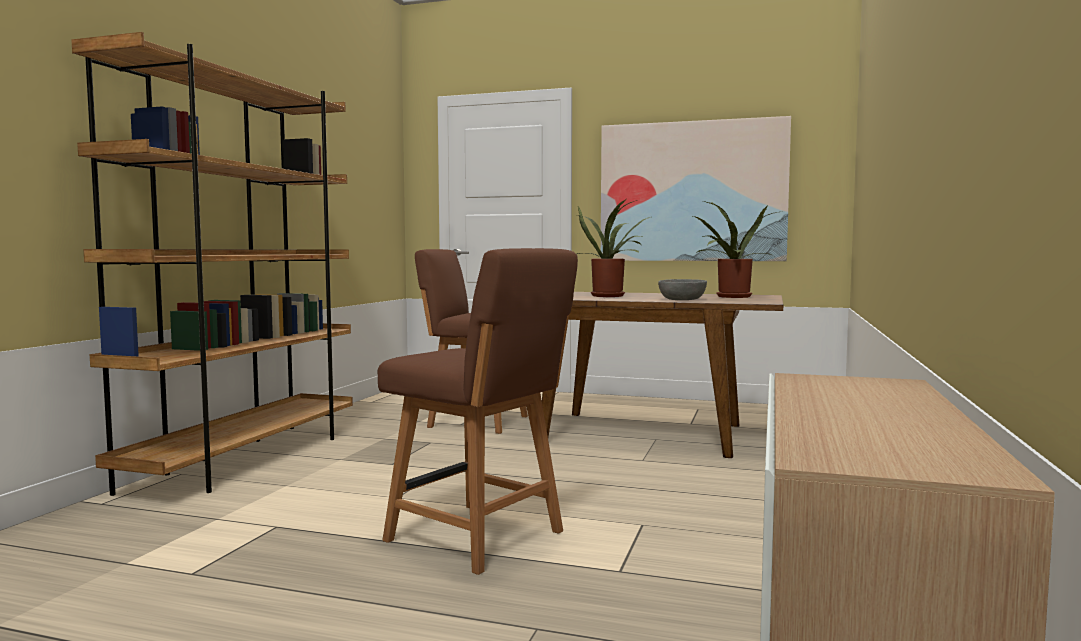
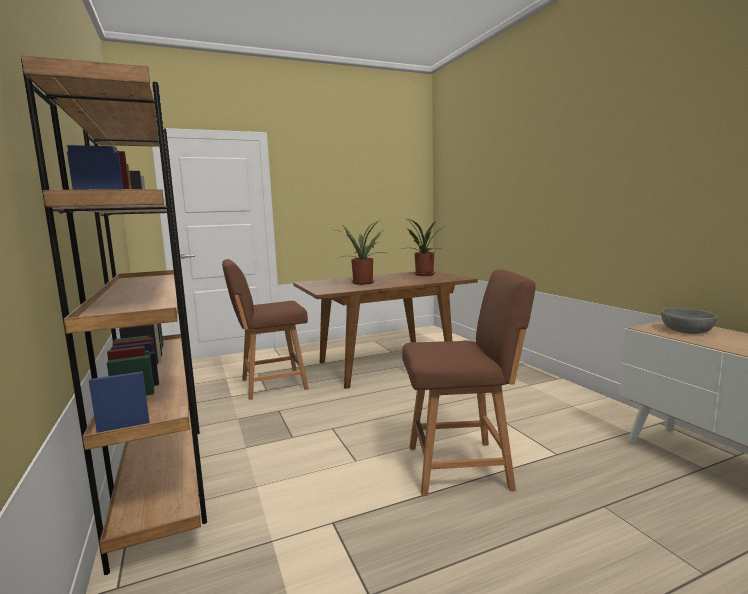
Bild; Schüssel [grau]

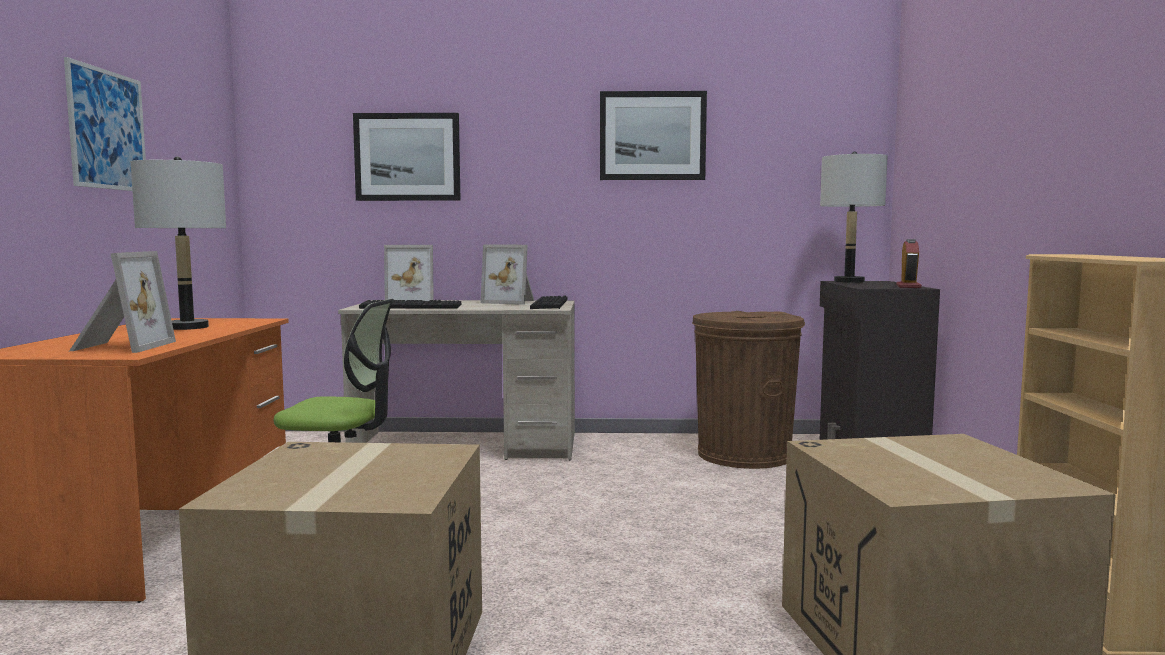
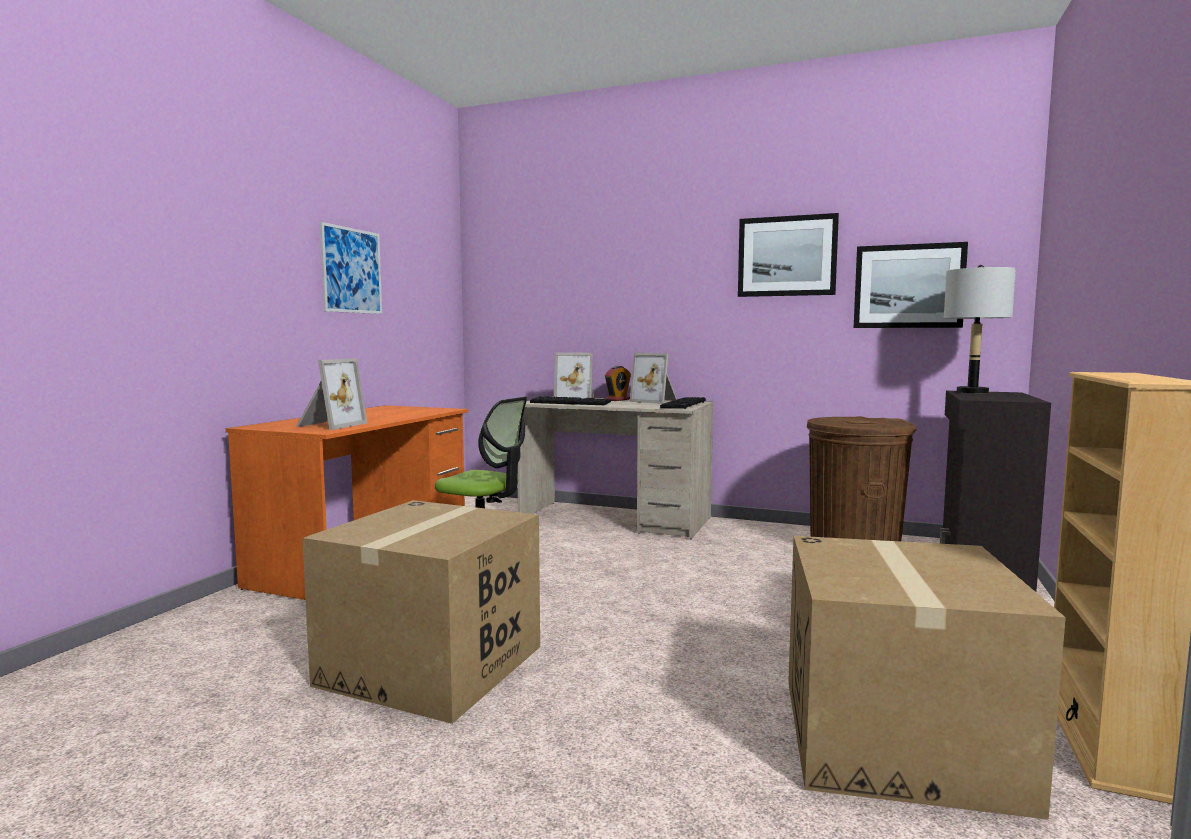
Bild (no. 3 from left); Tischlampe [grau] (no. 1 from left in the first image); Wecker

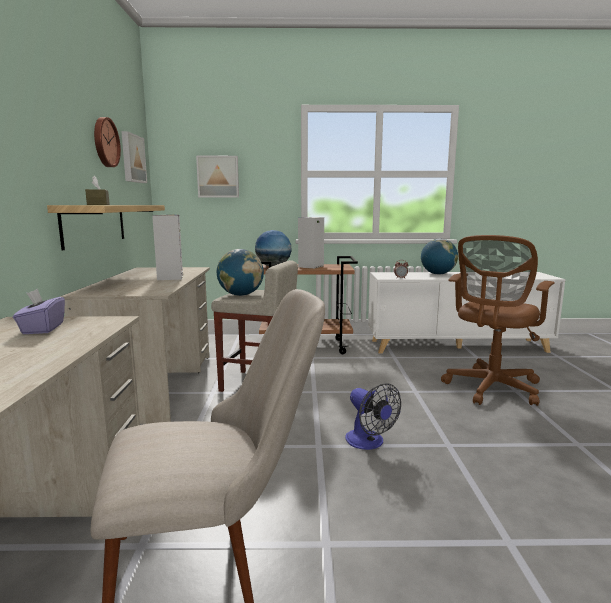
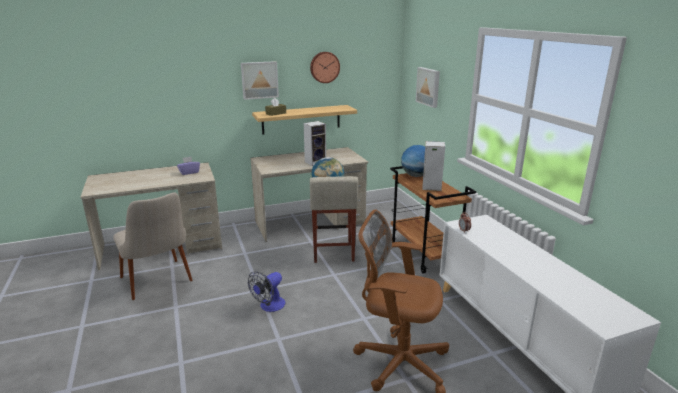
Bild (no. 1 from left); Globus (no. 3 from left in the first image)

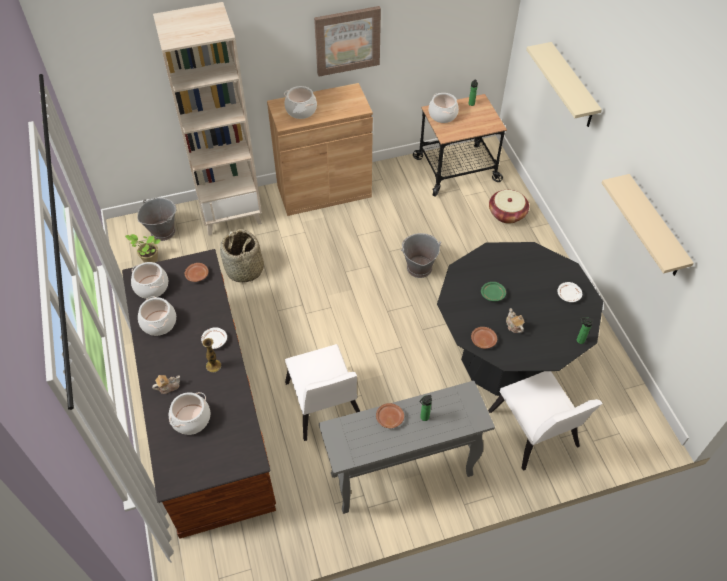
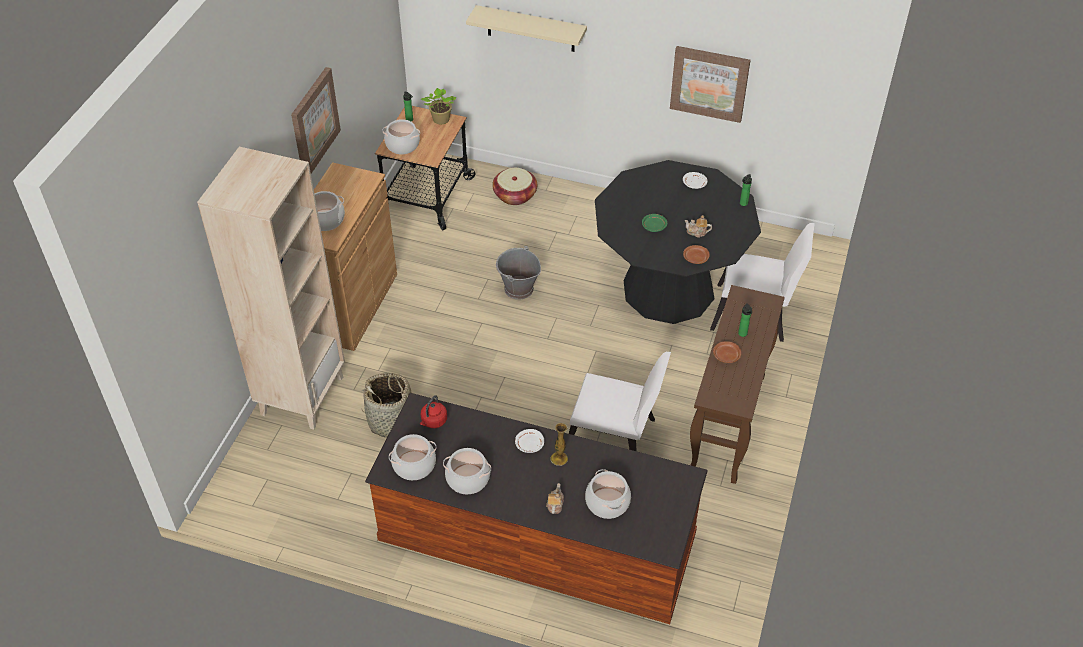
Bild (no. 2 from left); Eimer [grau] (no. 1 from left in the first image); Topfpflanze; Wasserkessel [rot]; Konsolentisch [braun]

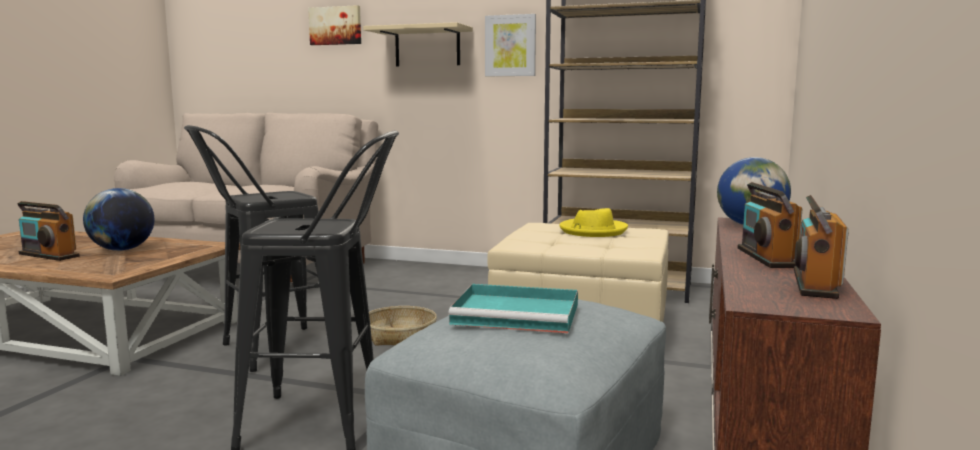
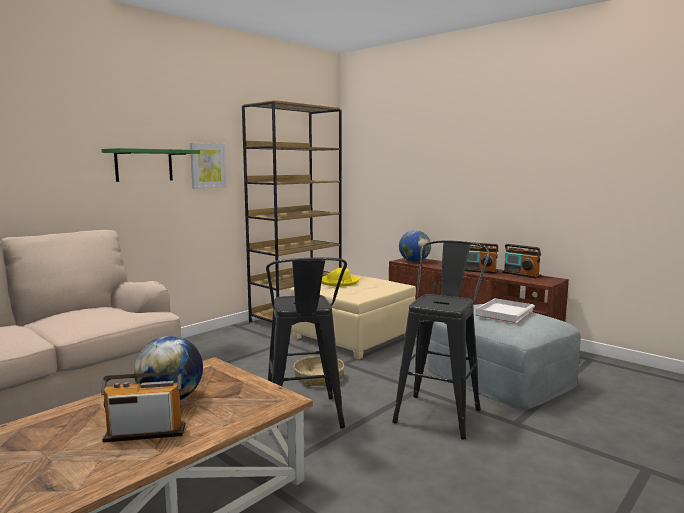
Bild (no. 1 from left in the first image); Wandregal [grün]; Radio (no. 1 from left); Tablett [weiß]

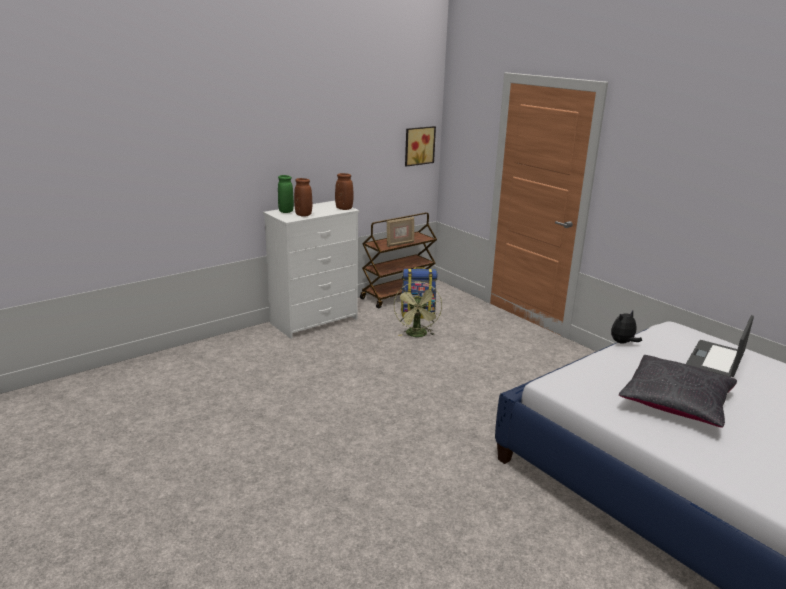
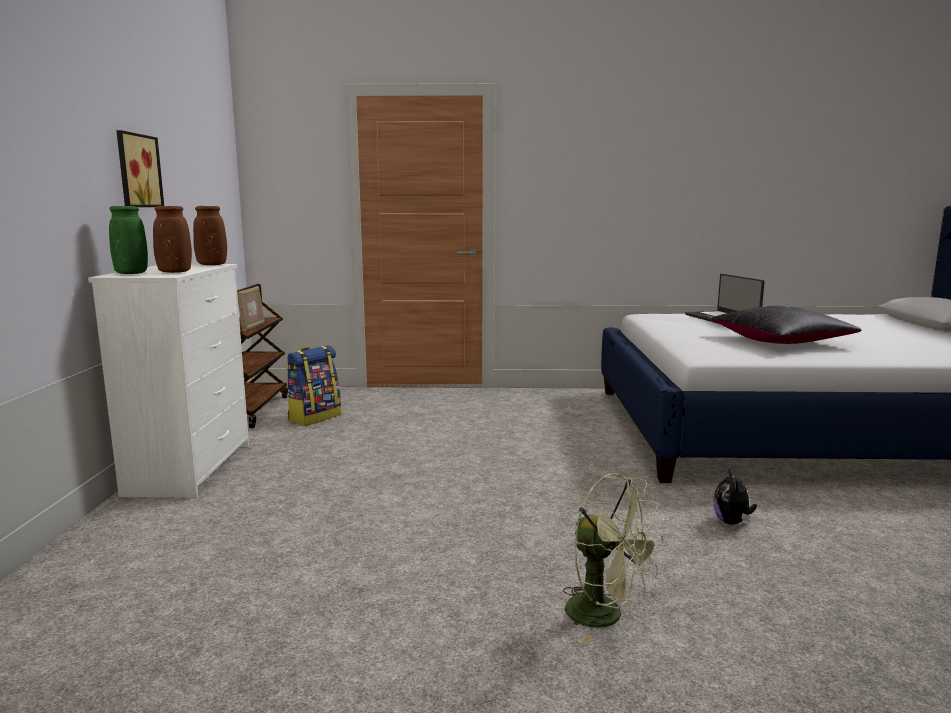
Bild; Ventilator [grün]; Plüschtier

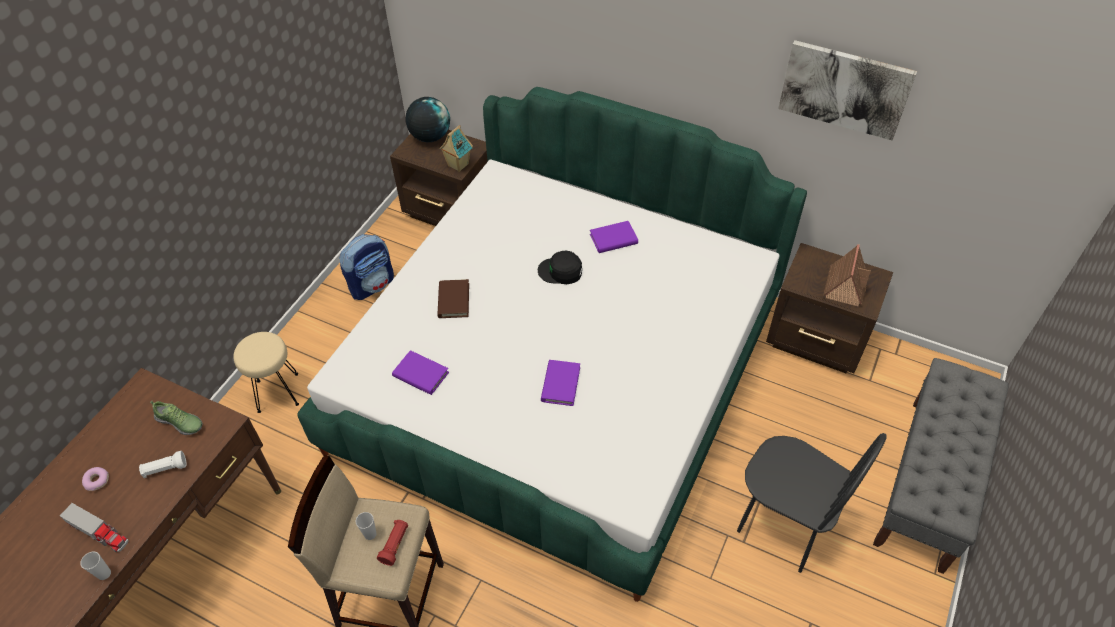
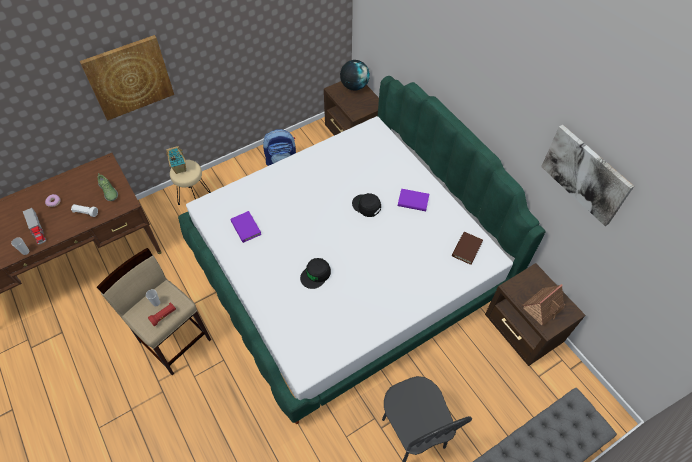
Spielzeughaus (no. 1 from left); Buch [braun]; Kappe [schwarz] (no. 1 from left); Bild (no. 1 from left)

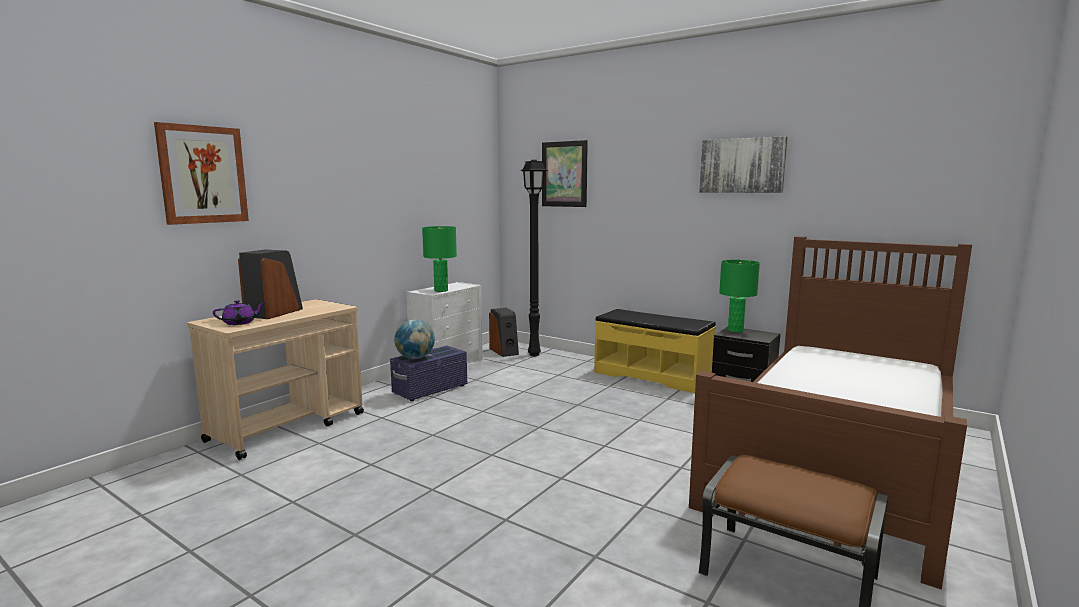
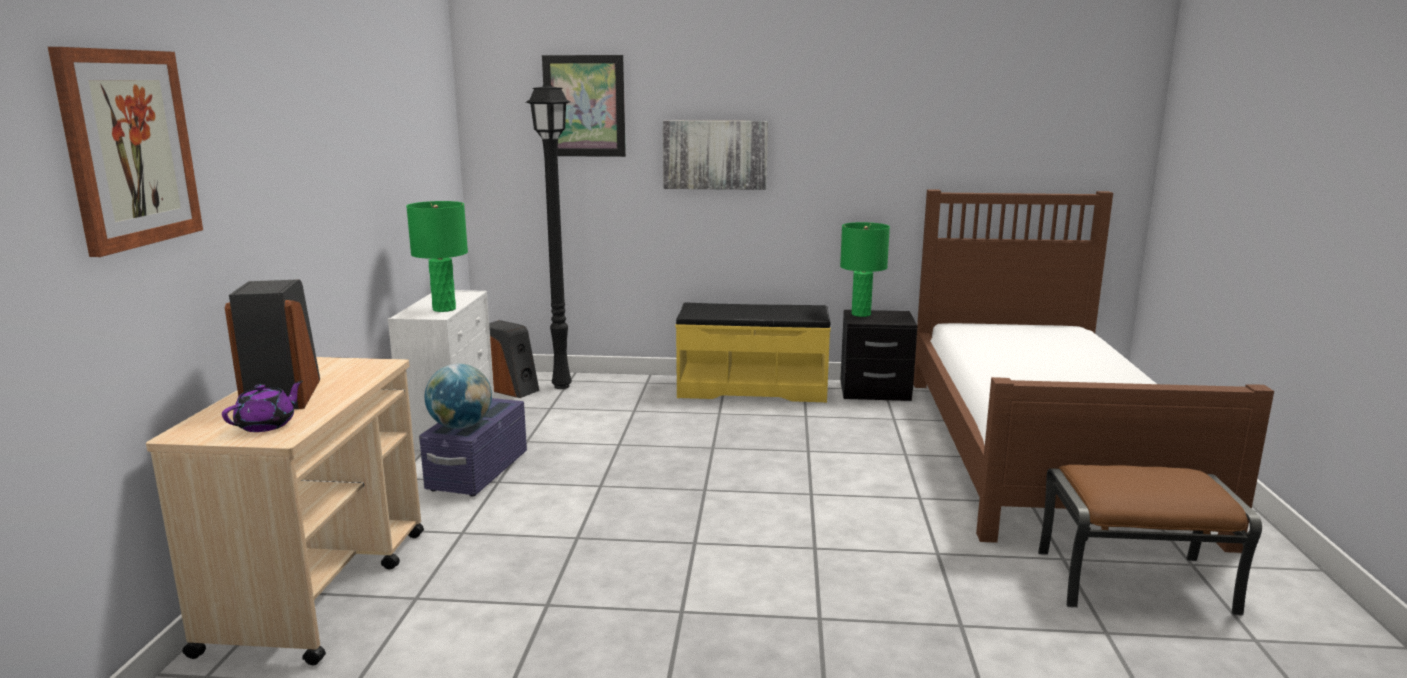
Bild (no. 3 from left)

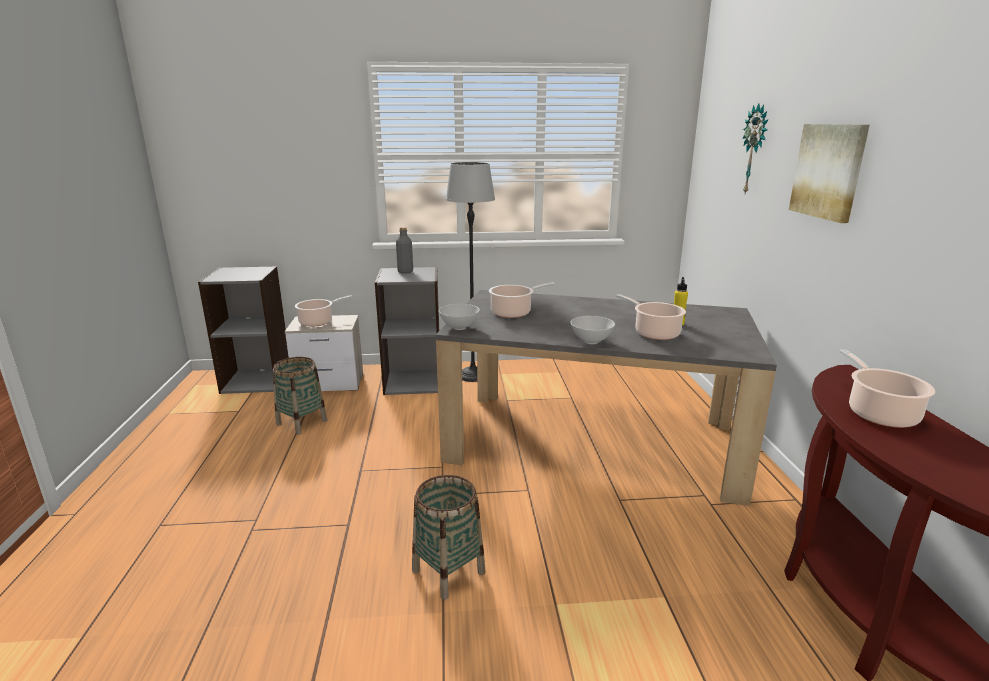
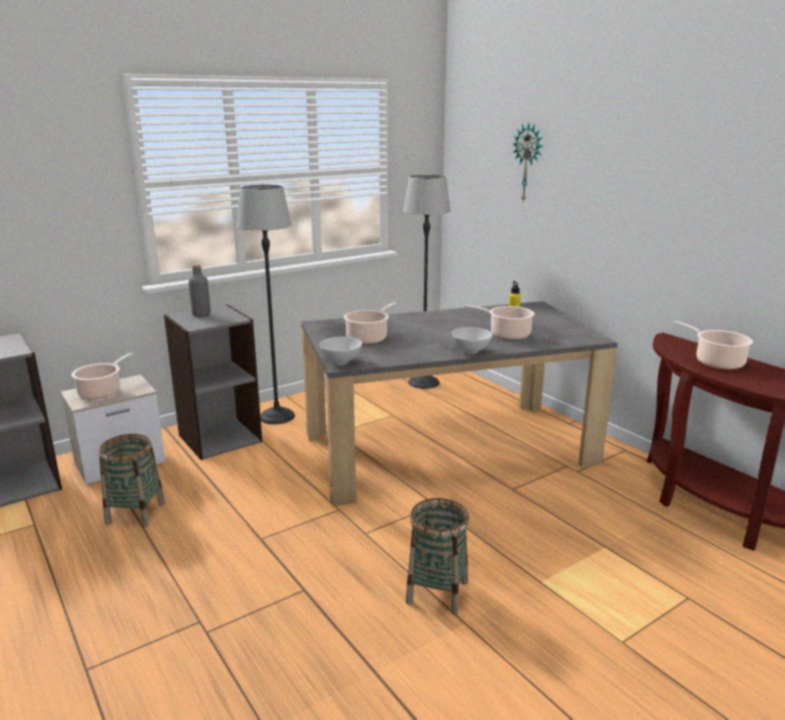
Bild; Stehlampe (no. 2 from left)

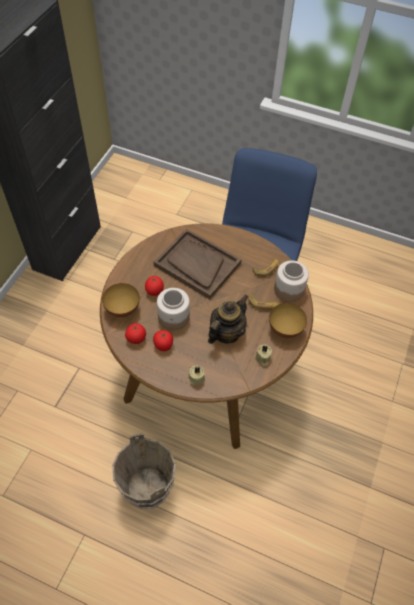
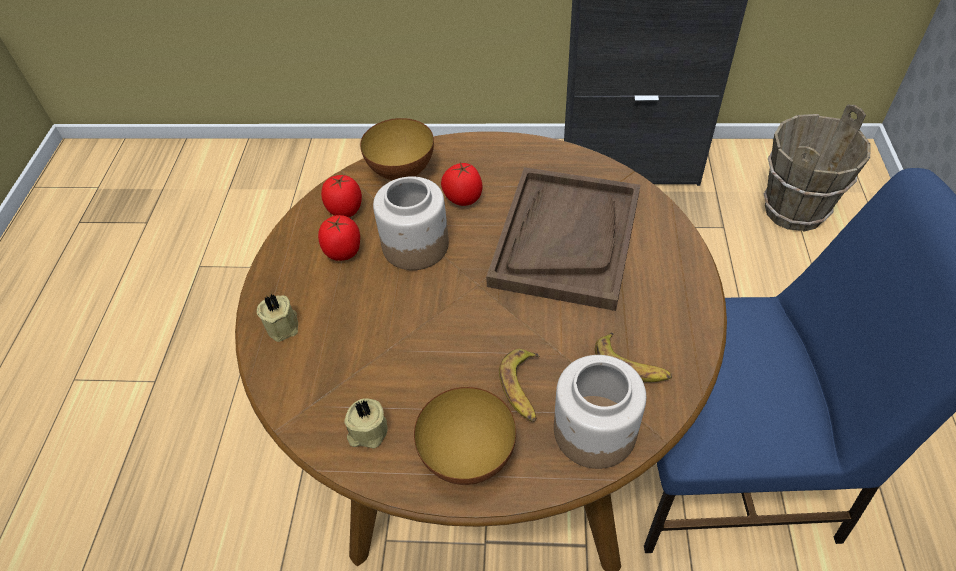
Teekanne; Eimer [braun]

